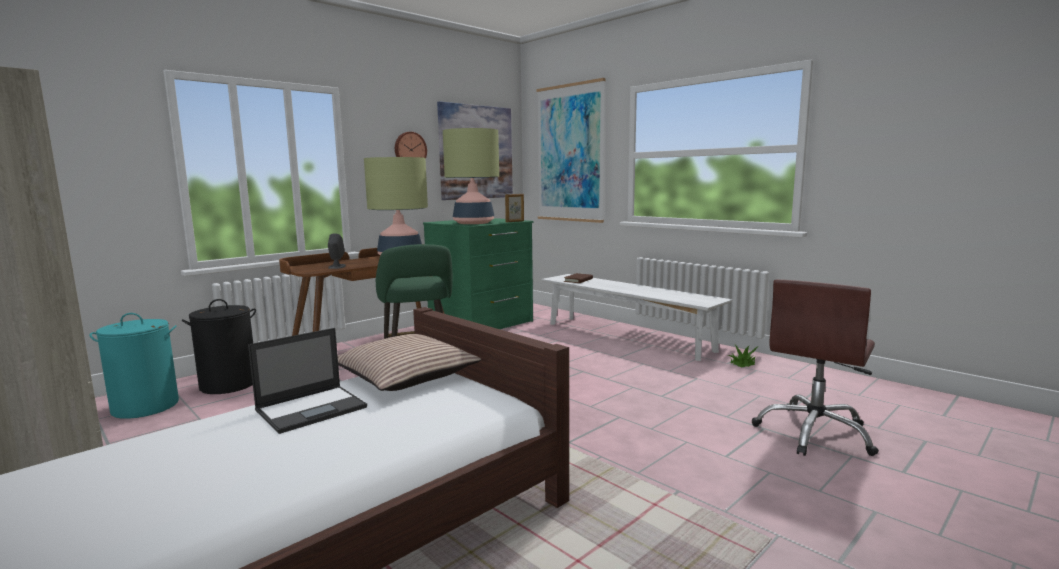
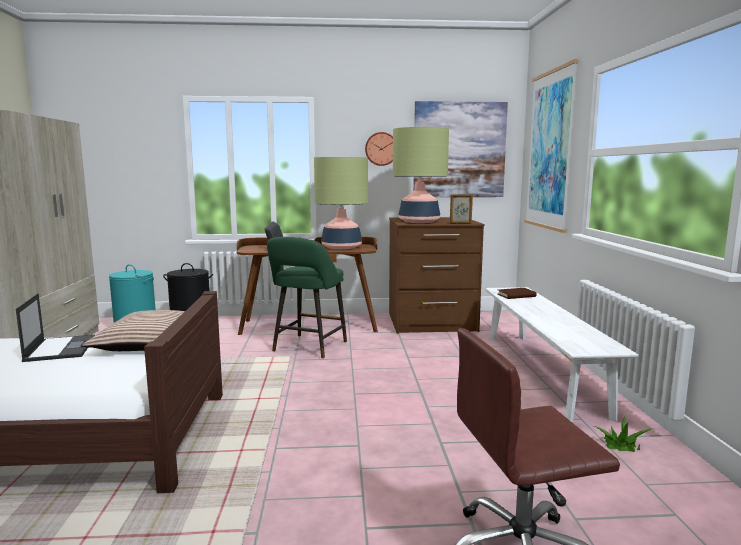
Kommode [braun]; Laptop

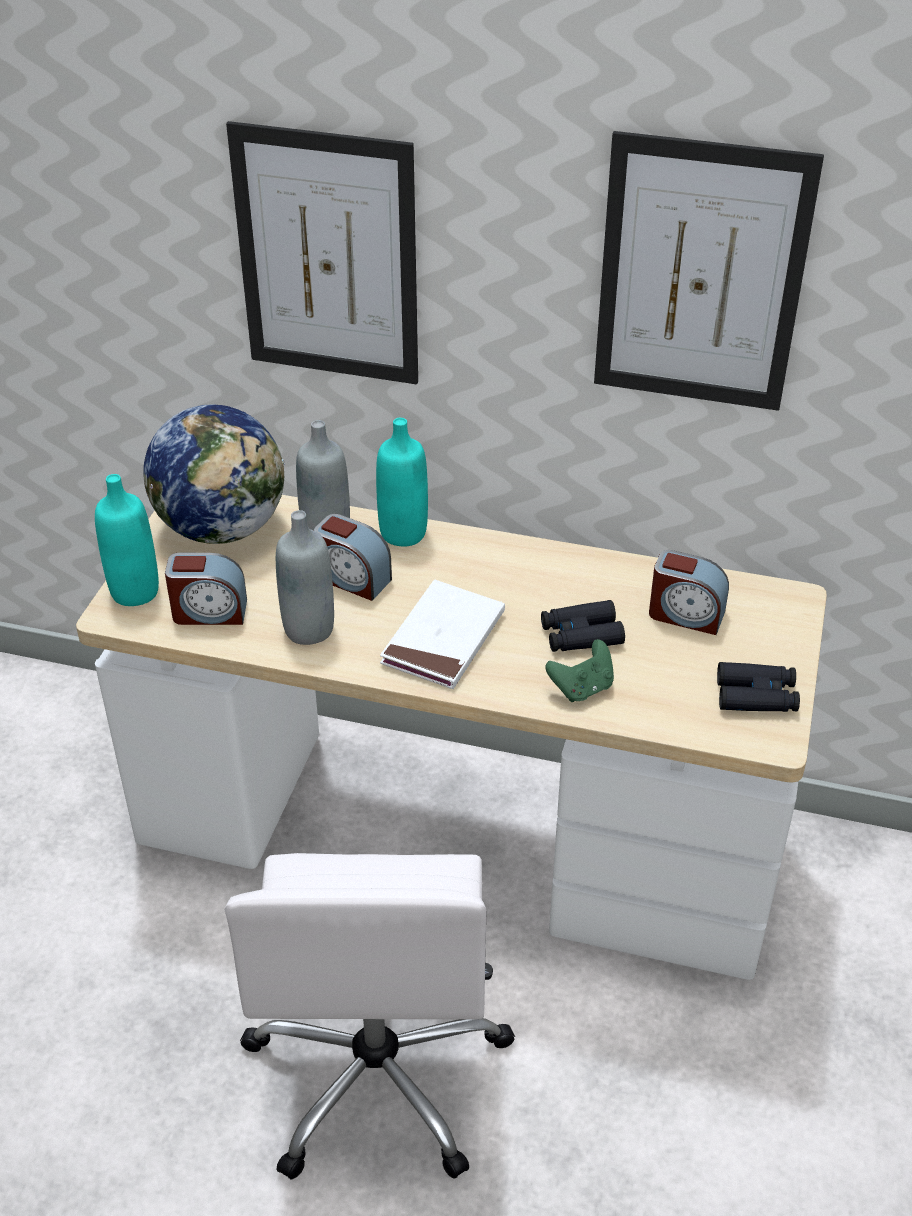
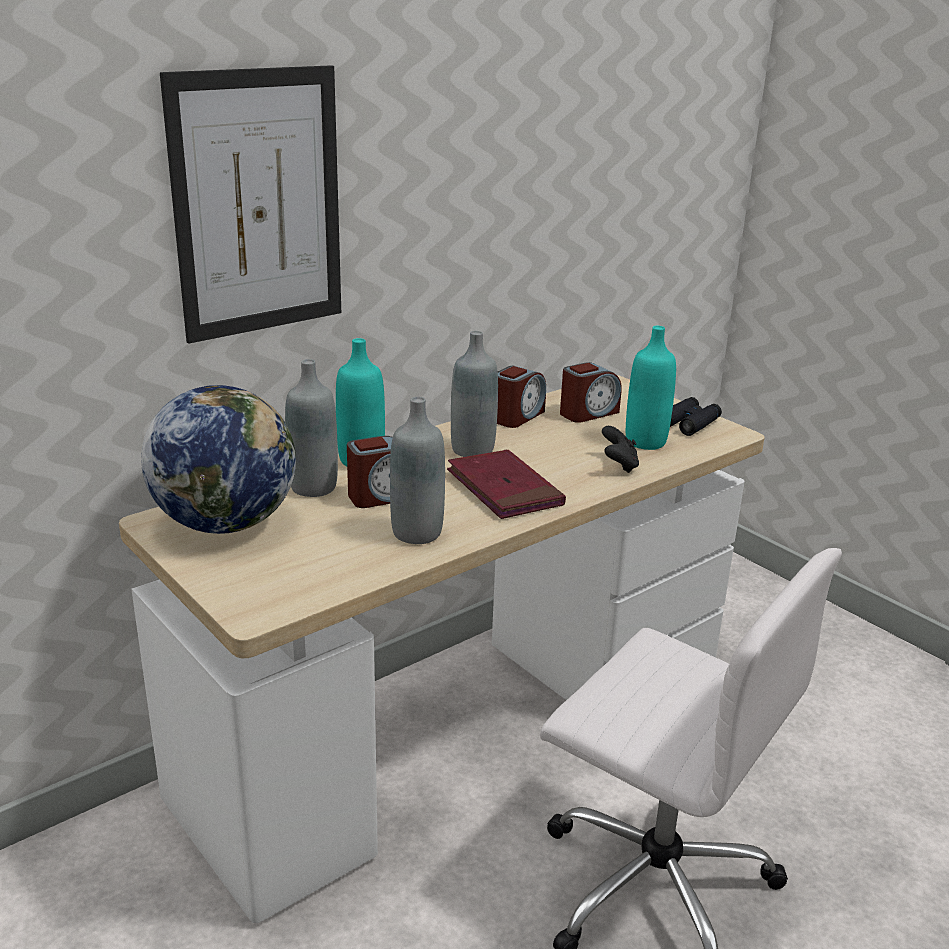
Bild (no. 2 from left in the first image); Flasche [türkis] (no. 2 from left); Wecker (no. 2 from left); Buch [rot]; Fernglas [schwarz] (no. 1 from left in the first image); Gamepad [schwarz]; Flasche [grau] (no. 3 from left)

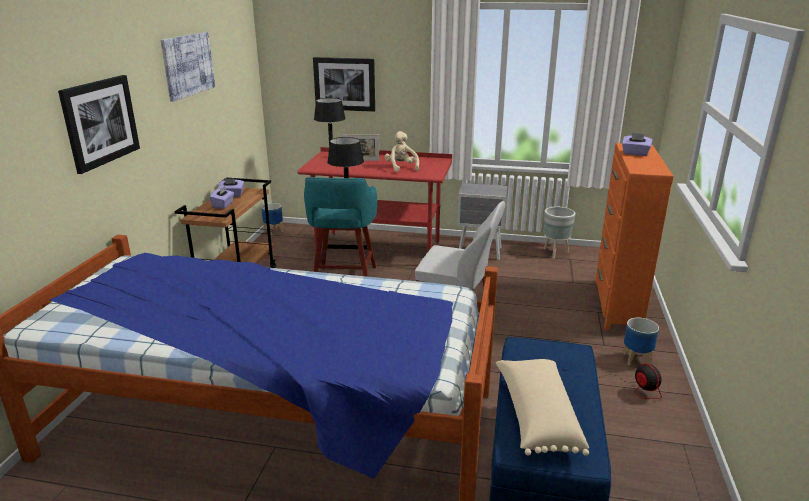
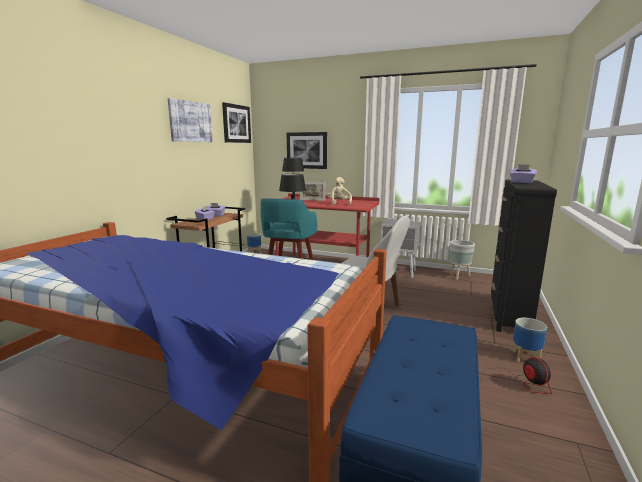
Bild (no. 2 from left); Kommode [schwarz]; Kissen [beige]

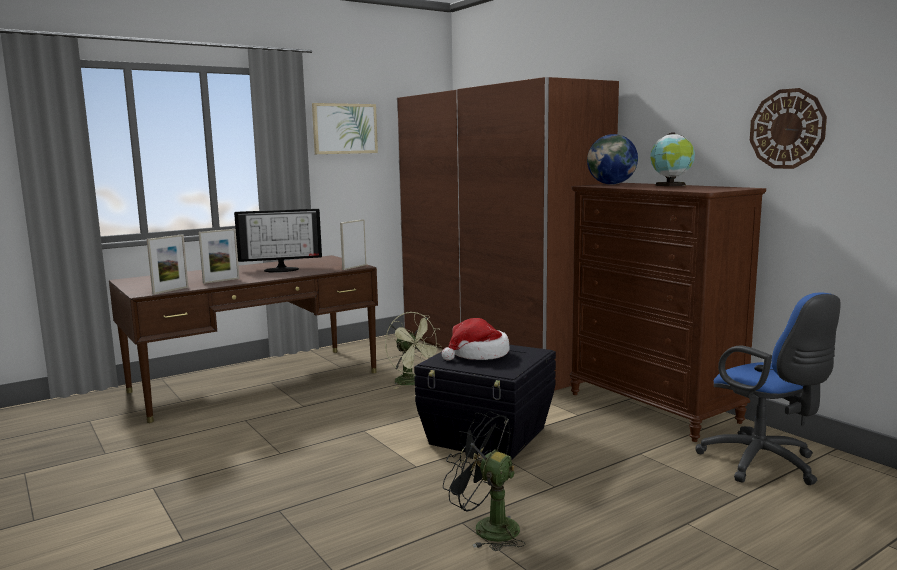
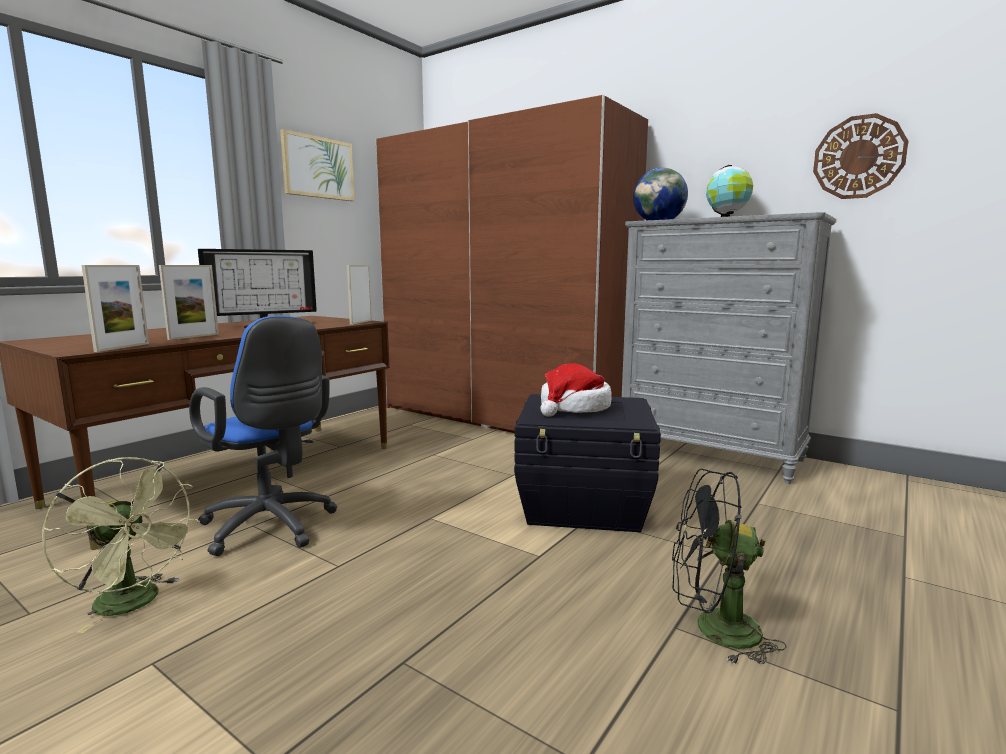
Kommode [grau]; Bürostuhl [blau]; Ventilator [grün]

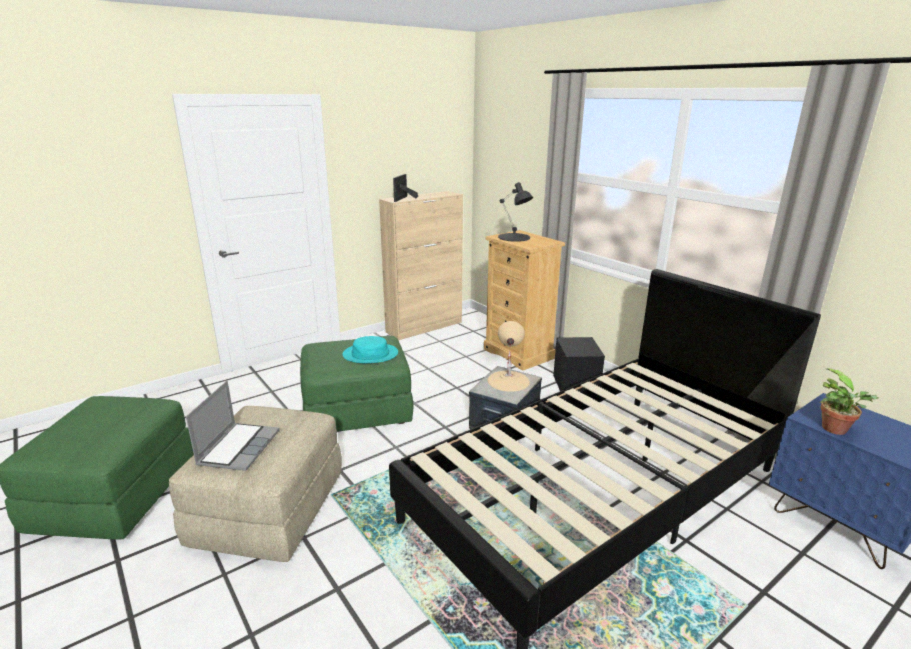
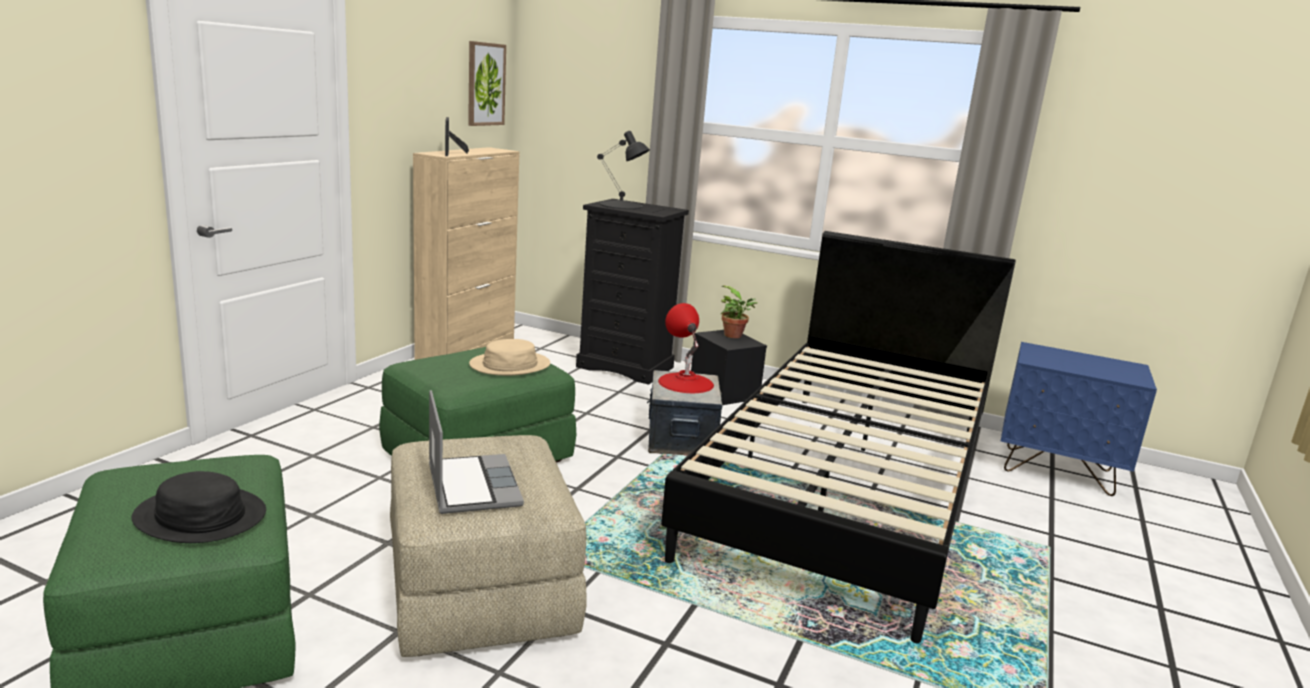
Kommode [schwarz]; Tischlampe [rot]; Hut [beige]; Topfpflanze; Bild; Hut [schwarz]

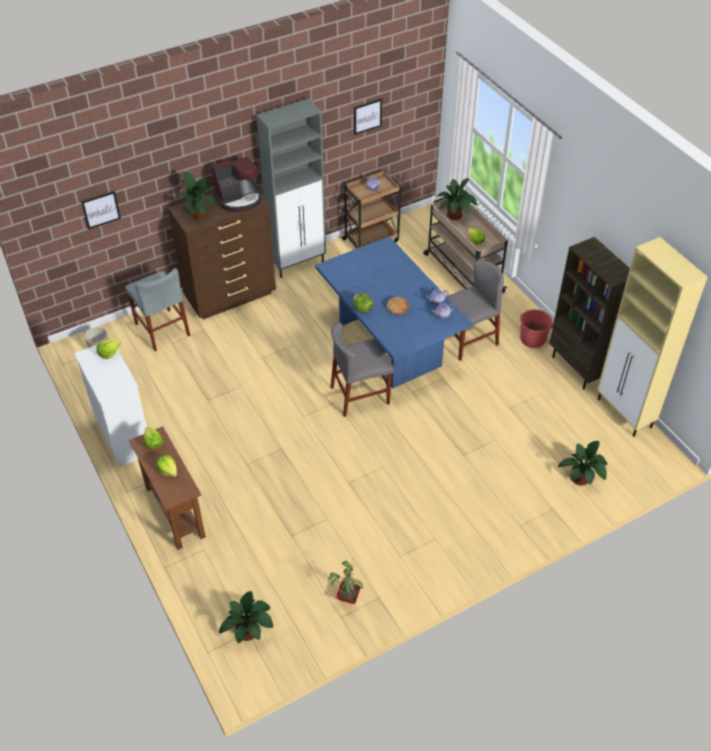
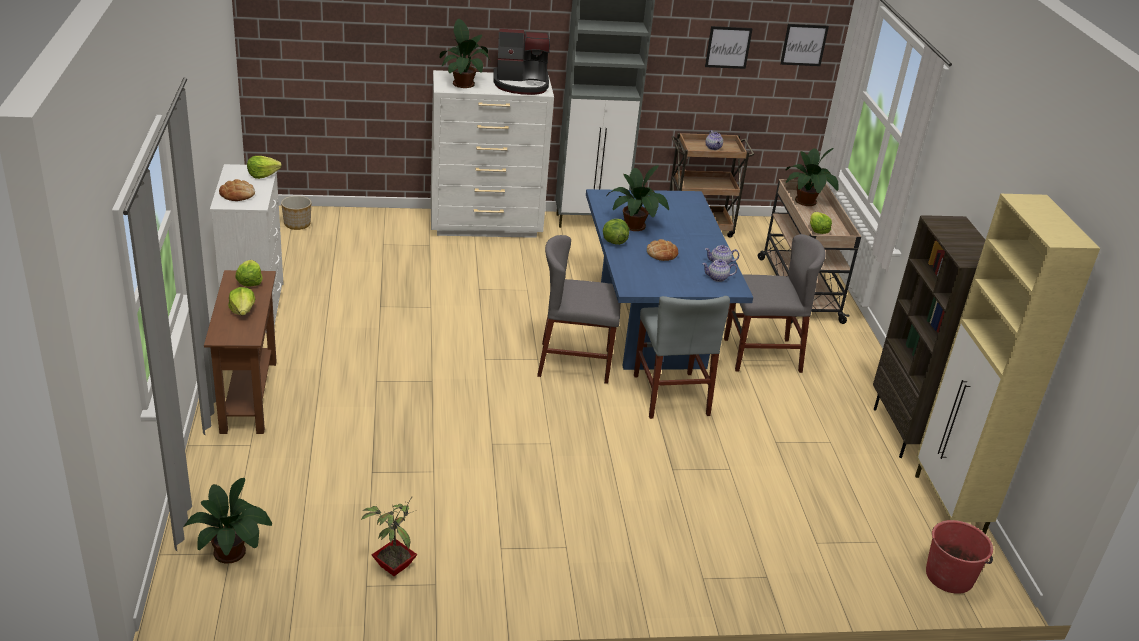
Bild (no. 2 from left); Kommode [weiß] (no. 2 from left); Stuhl [grau] (no. 2 from left); Eimer [rot]; Topfpflanze (no. 4 from left); Brot (no. 1 from left)

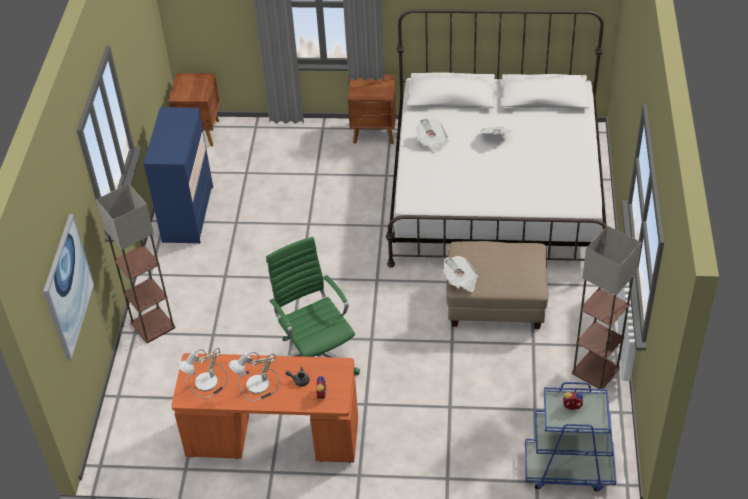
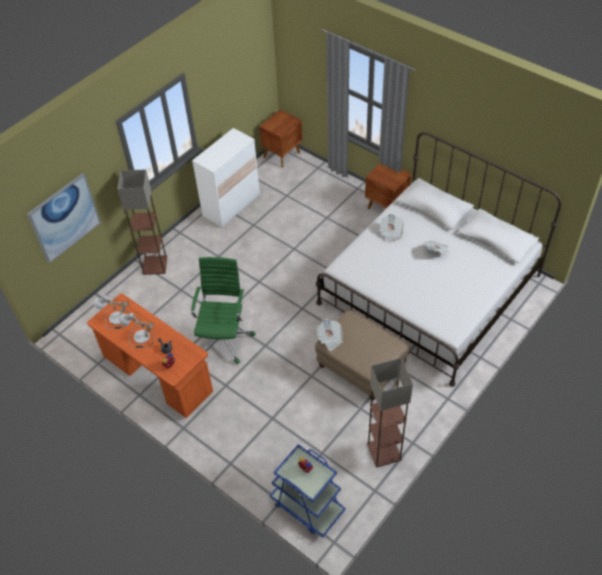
Kommode [weiß]

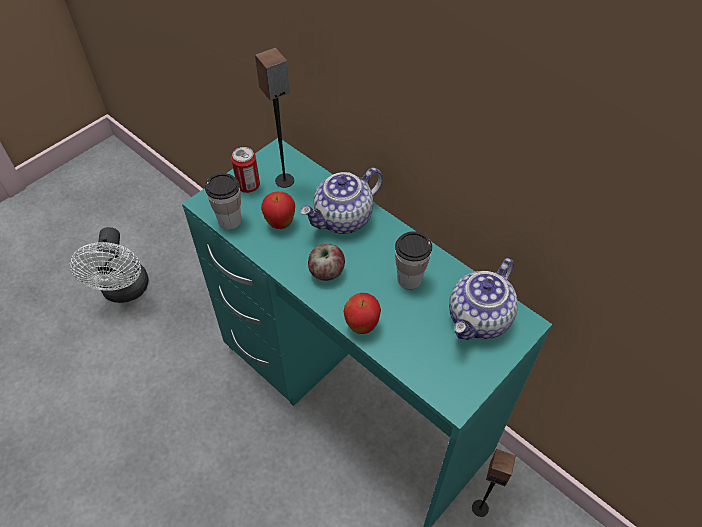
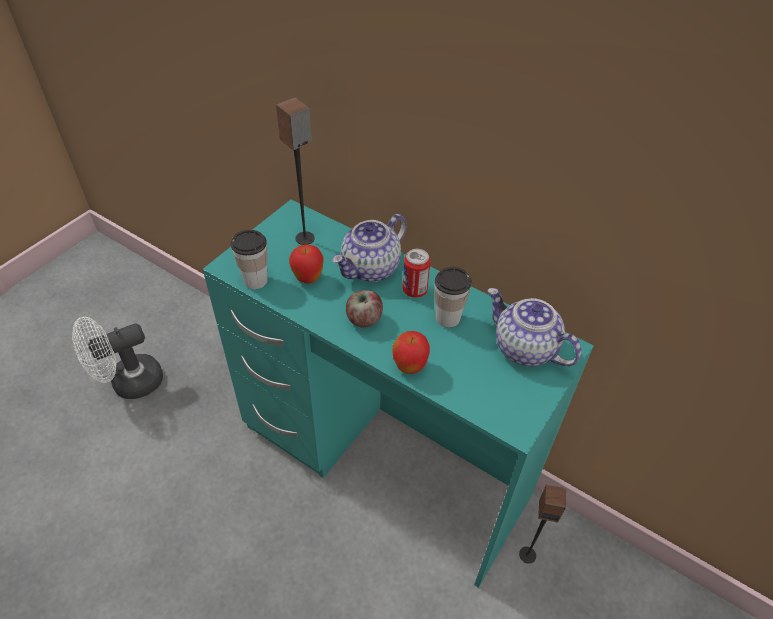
Dose; Ventilator [weiß]; Teekanne (no. 2 from left)

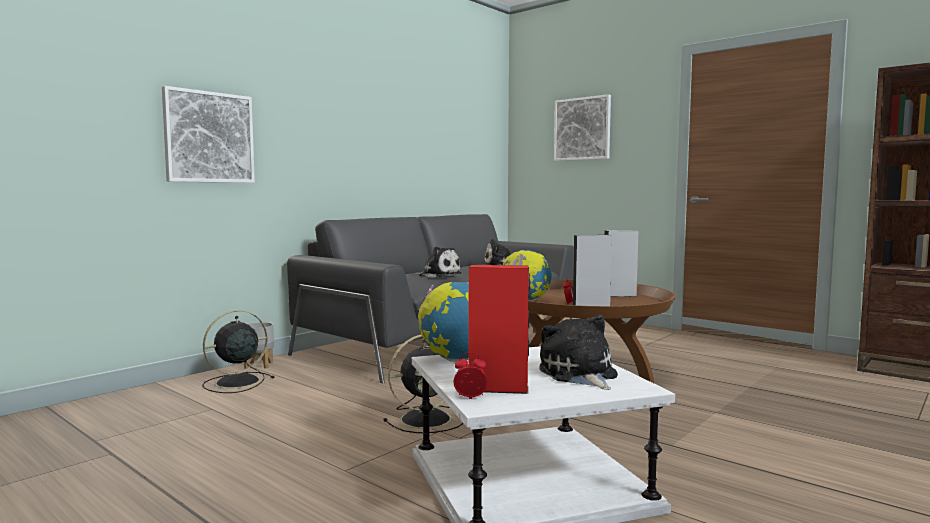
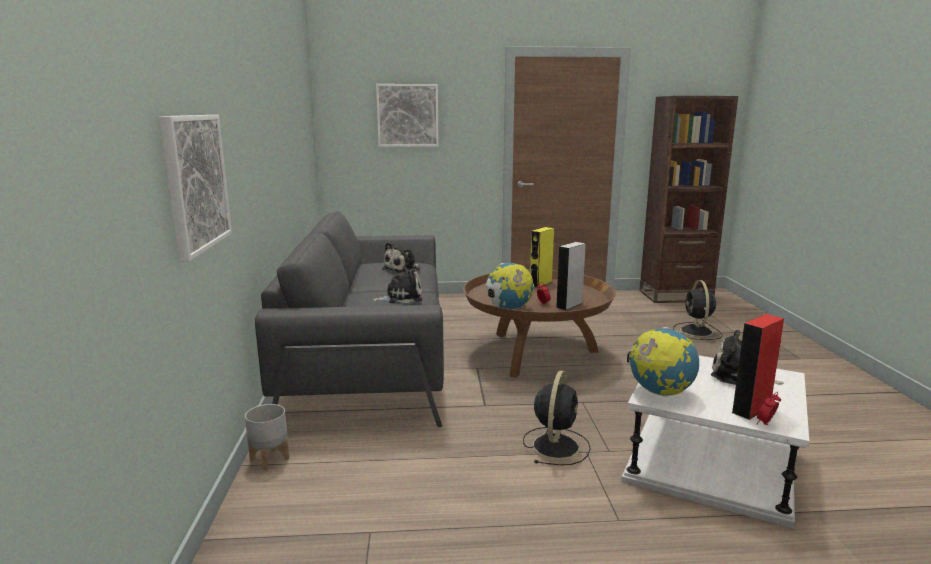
Lautsprecher [gelb]; Ventilator [schwarz] (no. 2 from left)

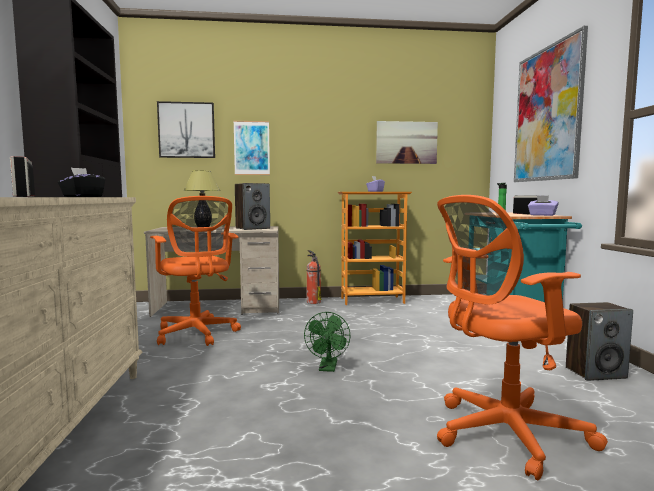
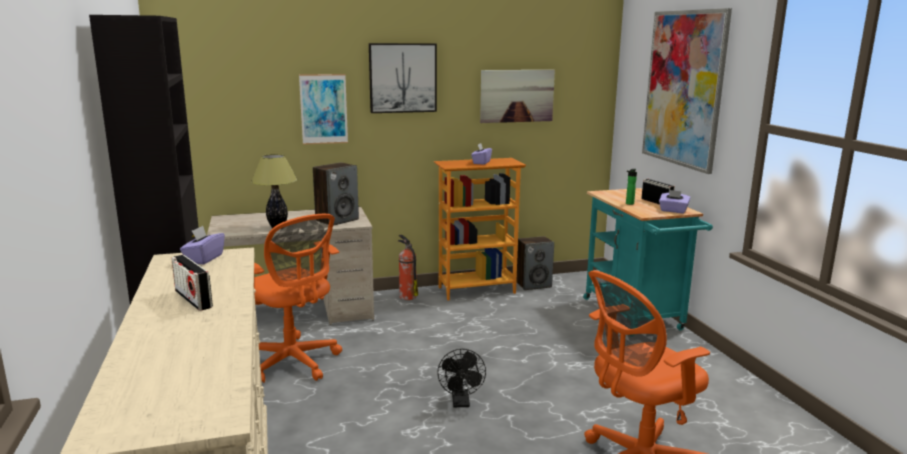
Bild (no. 2 from left); Taschentuchbox [lila] (no. 1 from left); Lautsprecher (no. 2 from left); Ventilator [schwarz]

